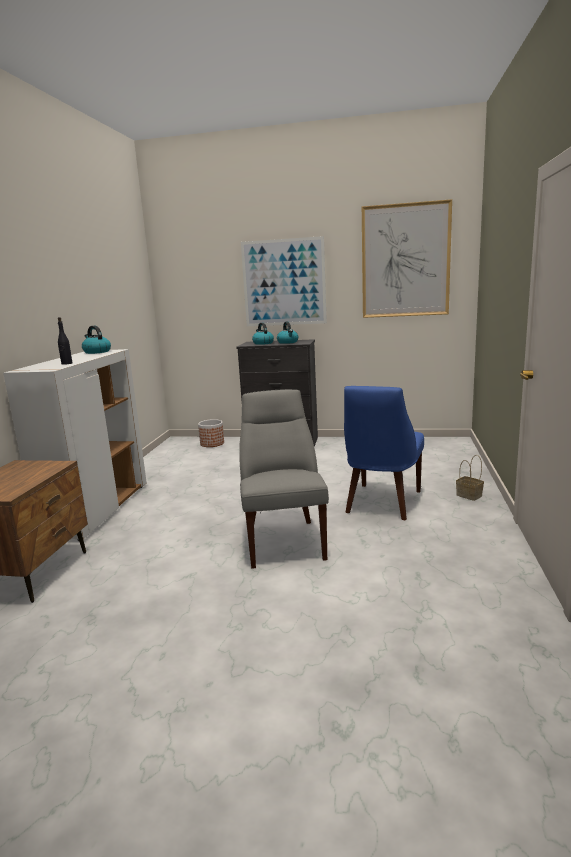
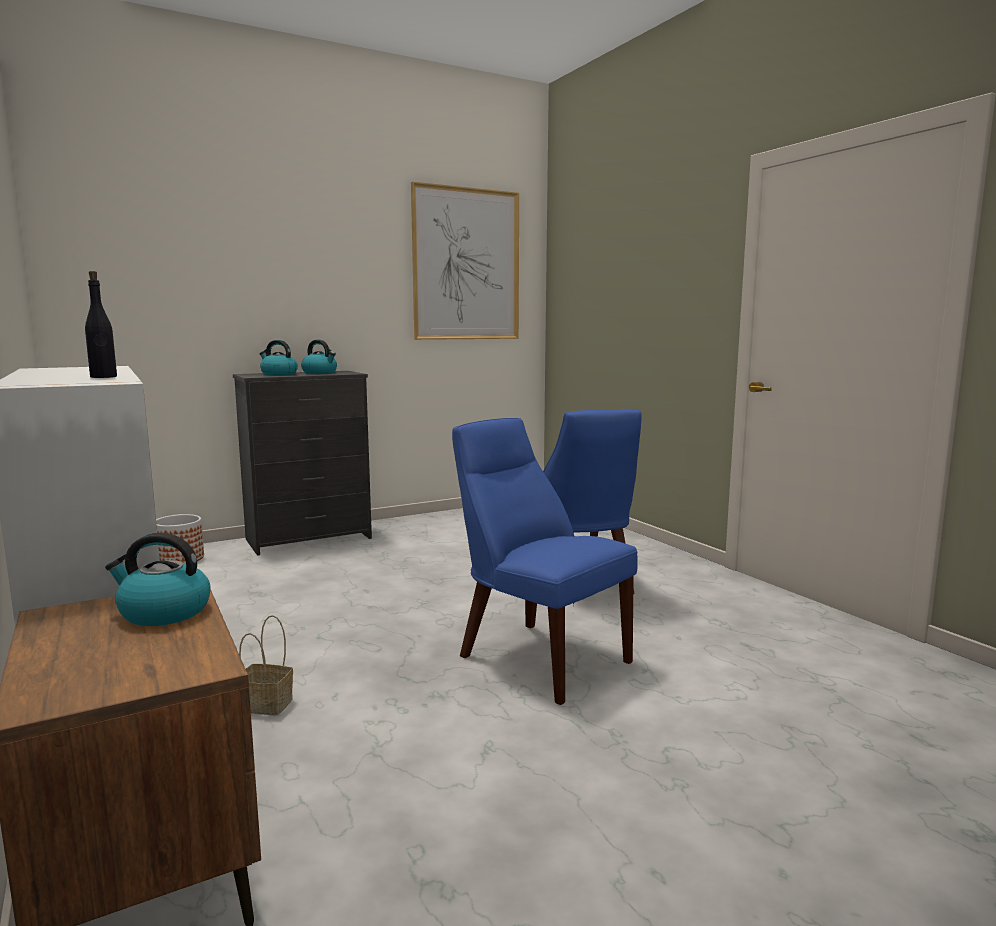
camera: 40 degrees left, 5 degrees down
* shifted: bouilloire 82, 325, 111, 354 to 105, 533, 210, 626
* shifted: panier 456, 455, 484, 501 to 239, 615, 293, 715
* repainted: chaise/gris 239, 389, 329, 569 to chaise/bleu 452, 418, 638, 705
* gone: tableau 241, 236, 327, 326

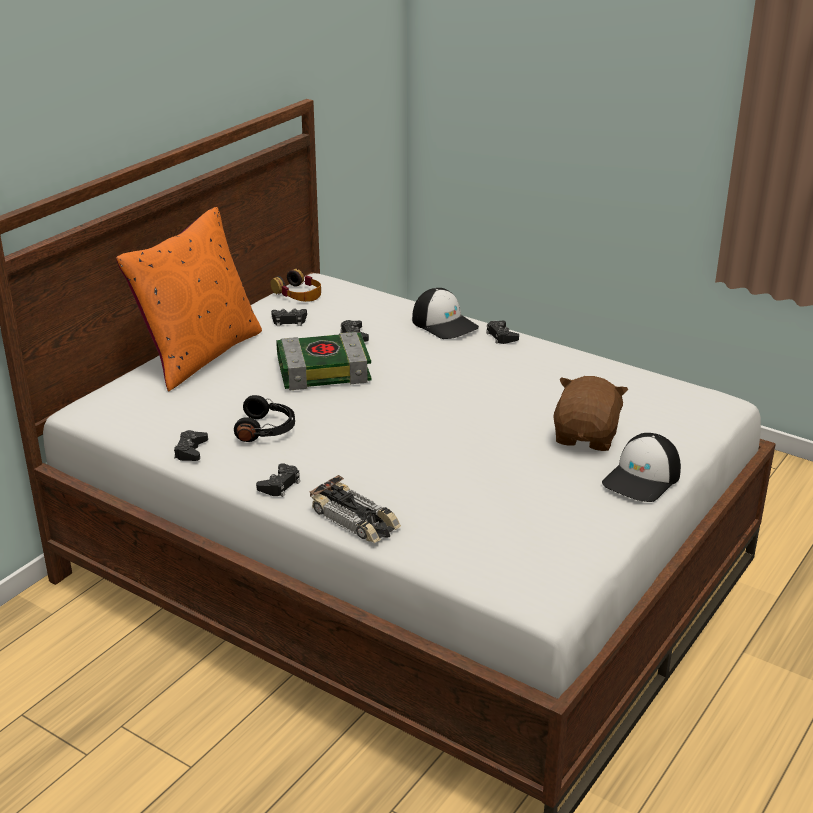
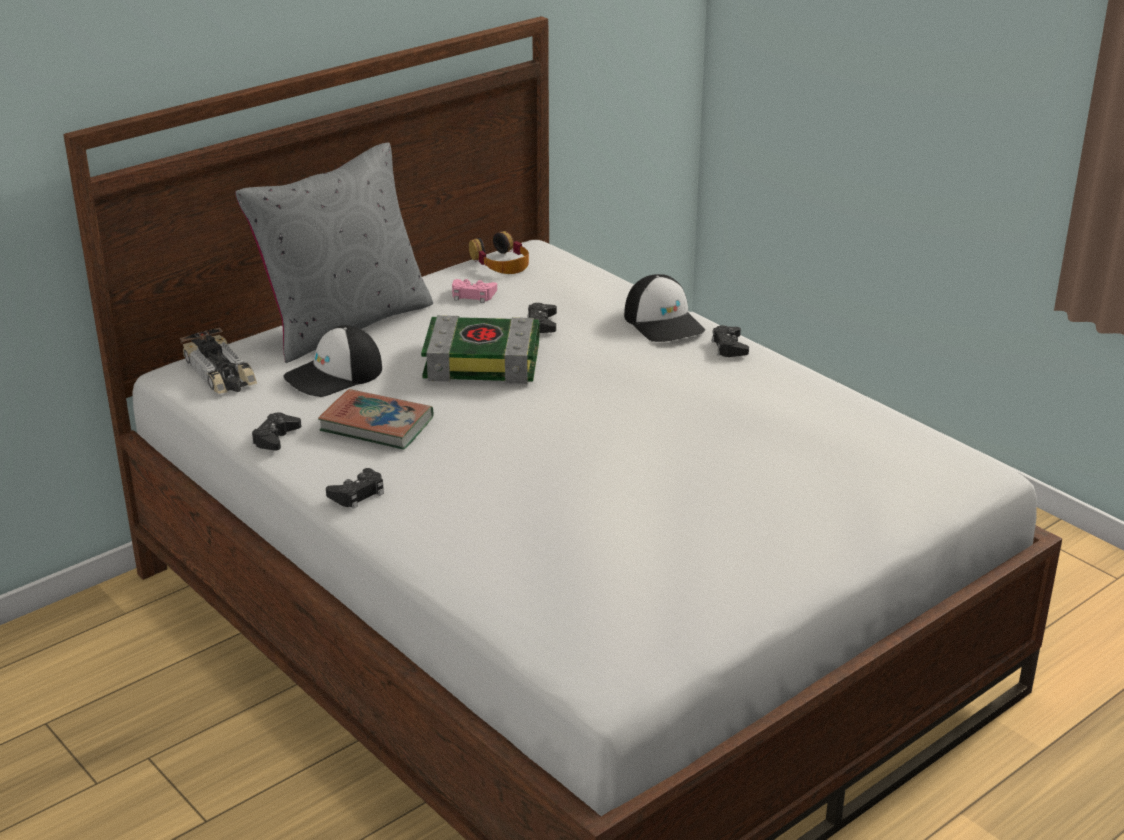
camera: 15 degrees right, 0 degrees up
* shifted: petite voiture 310, 475, 401, 543 to 180, 327, 257, 394
* repainted: coussin/orange 116, 207, 262, 391 to coussin/gris 235, 142, 433, 363
* shifted: casquette 602, 433, 681, 502 to 283, 325, 382, 397
* swapped: casque audio/noir 234, 395, 295, 442 to livre 318, 389, 433, 450
* repainted: manette/noir 271, 308, 307, 326 to manette/rose 452, 279, 497, 303
* gone: peluche/marron 553, 376, 628, 451

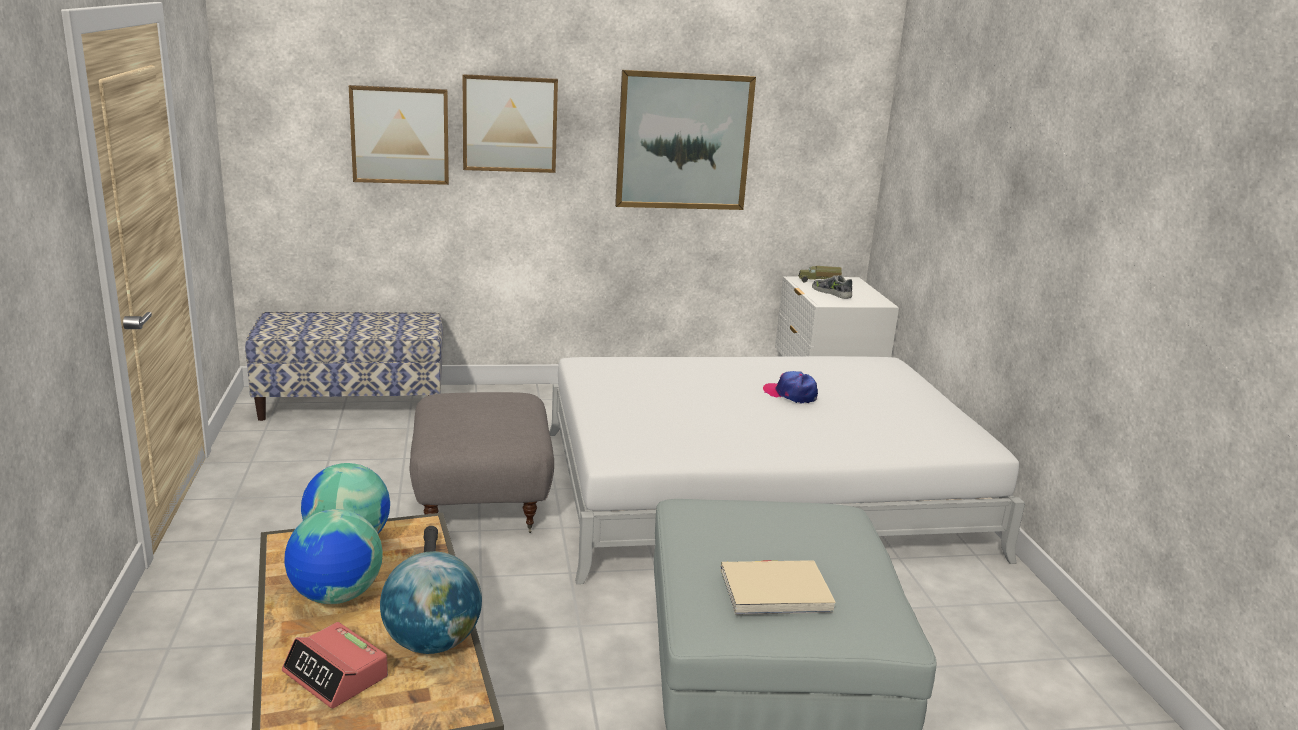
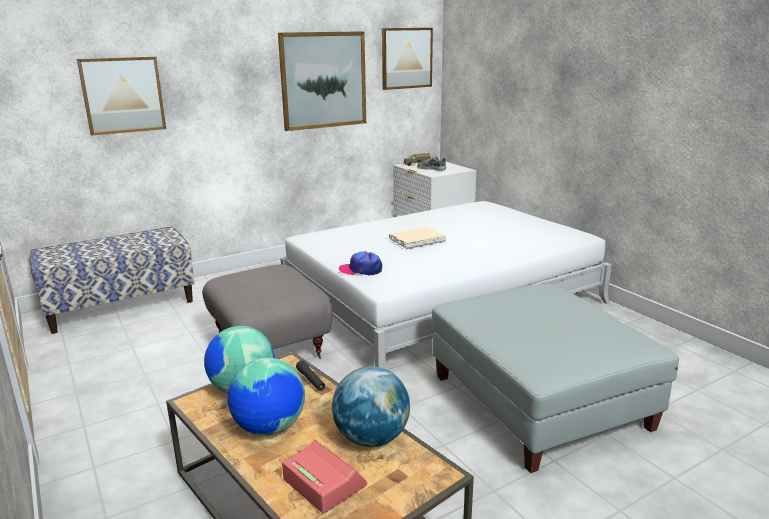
camera: 20 degrees left, 0 degrees up
* rotated: réveil 282, 622, 388, 709 = 282, 439, 367, 514 150 degrees counterclockwise
* shifted: casquette 763, 371, 818, 403 to 339, 251, 382, 276
* shifted: tableau 463, 74, 558, 173 to 382, 28, 433, 90
* shifted: livre/beige 721, 560, 836, 615 to 389, 227, 446, 249

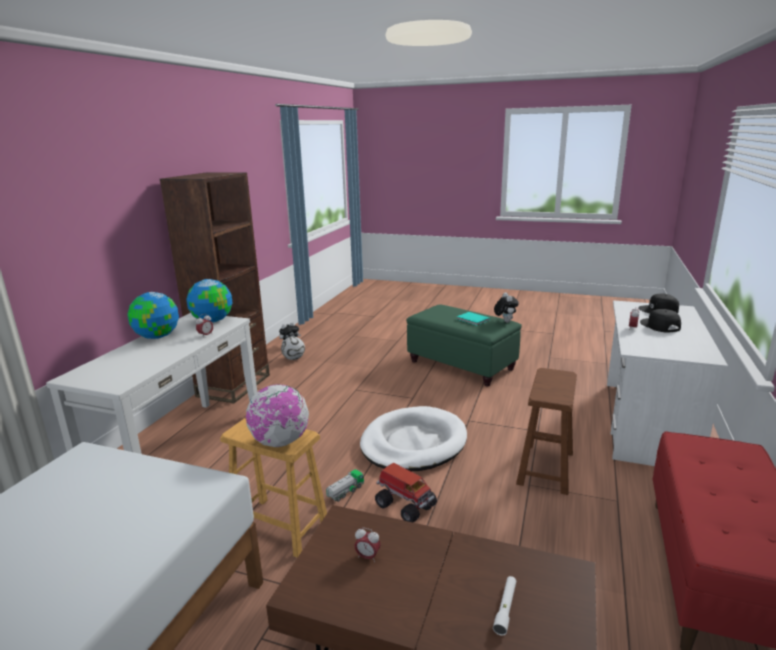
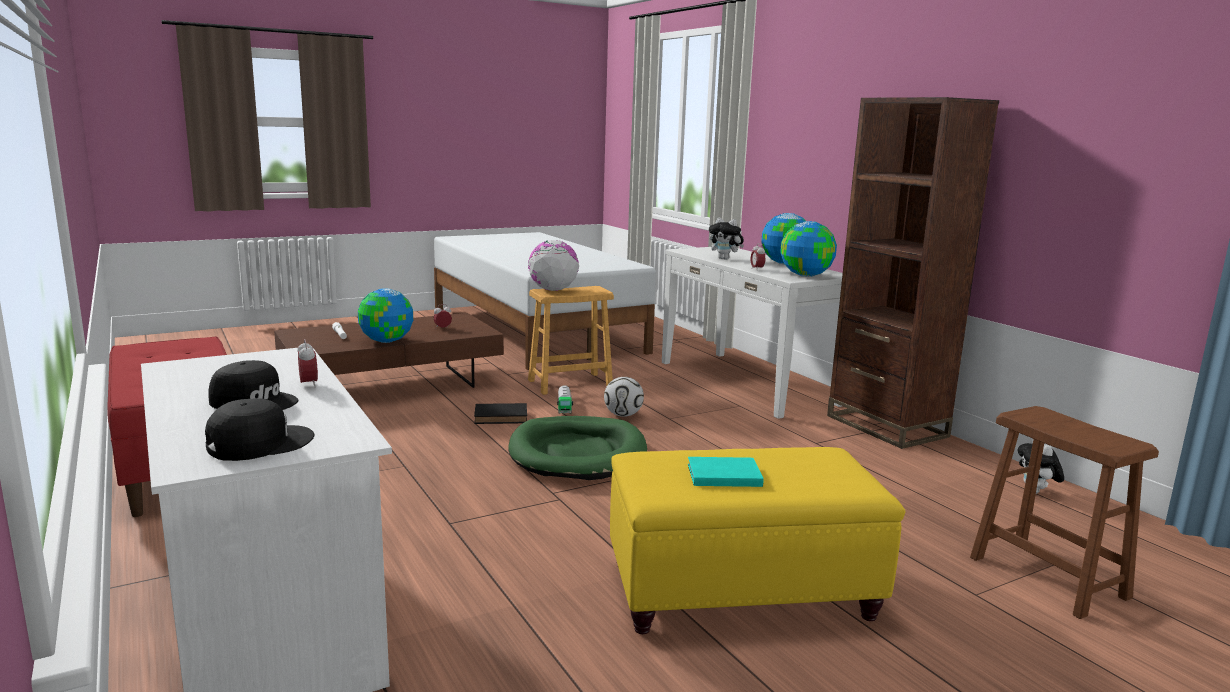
camera: 130 degrees right, 5 degrees down
* new: globe 358, 288, 413, 343
* swapped: camion jouet 375, 463, 437, 522 to livre/noir 474, 403, 527, 424
* repainted: panier pour chien/blanc 360, 406, 467, 471 to panier pour chien/vert 508, 416, 647, 480
* shifted: ballon de foot 281, 337, 305, 360 to 604, 377, 644, 417
* repainted: pouf/vert 406, 304, 522, 386 to pouf/jaune 610, 447, 905, 634
* shifted: peluche 494, 292, 519, 323 to 709, 218, 744, 259
* shifted: tabouret/marron 516, 368, 577, 495 to 970, 406, 1159, 619

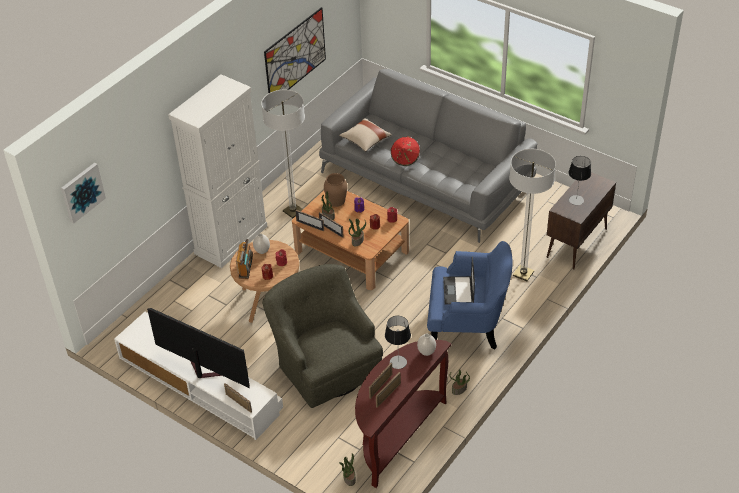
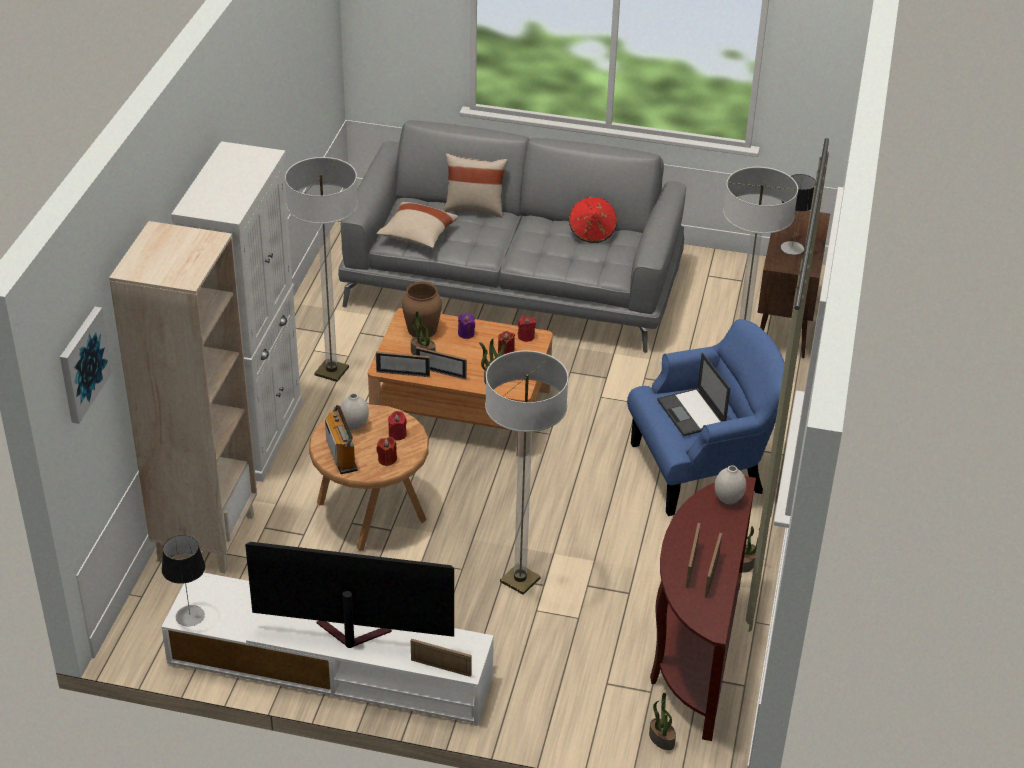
camera: 25 degrees left, 5 degrees down
* new: bibliothèque/beige 109, 221, 257, 573
* shifted: lampe de table 385, 316, 411, 369 to 162, 535, 205, 626
* new: coussin/beige 443, 153, 508, 218
* swapped: fauteuil/vert 262, 264, 383, 408 to lampadaire 485, 351, 569, 595
* shifted: chapeau/rouge 391, 136, 420, 166 to 569, 197, 617, 243
* gone: tableau 264, 7, 326, 94

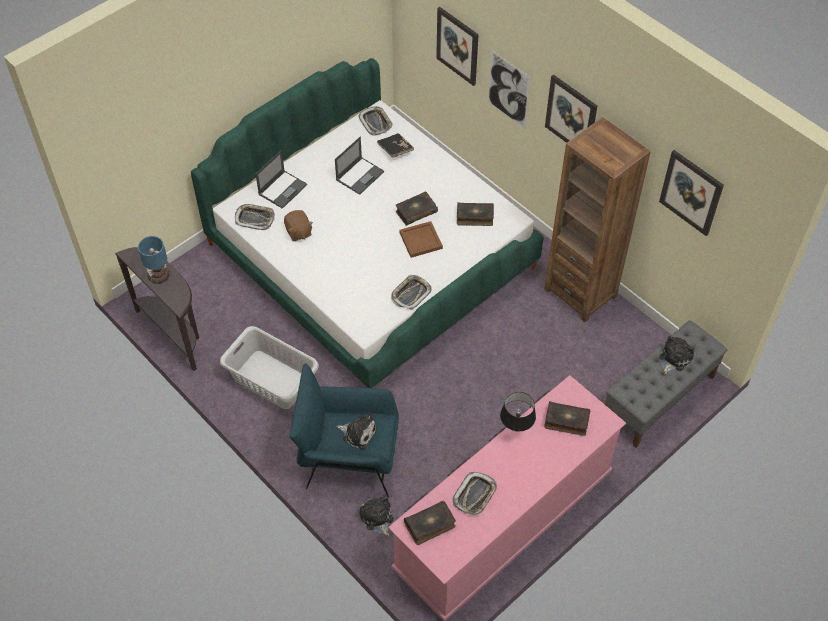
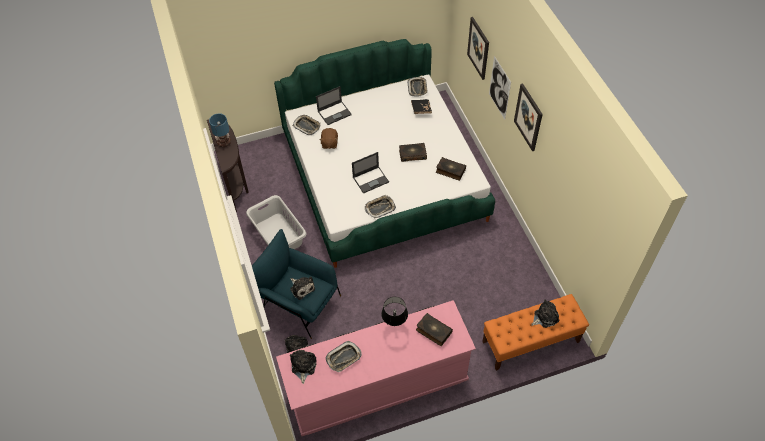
camera: 25 degrees right, 0 degrees up
* swapped: livre 404, 501, 456, 545 to peluche 290, 350, 317, 384
* shifted: ordinateur portable 335, 137, 384, 195 to 352, 152, 389, 194
* repainted: banc/gris 605, 320, 727, 448 to banc/orange 482, 294, 589, 371
* gone: plateau/marron 399, 221, 443, 258
* gone: bibliothèque/marron 544, 117, 651, 322
* gone: tableau 659, 150, 724, 236

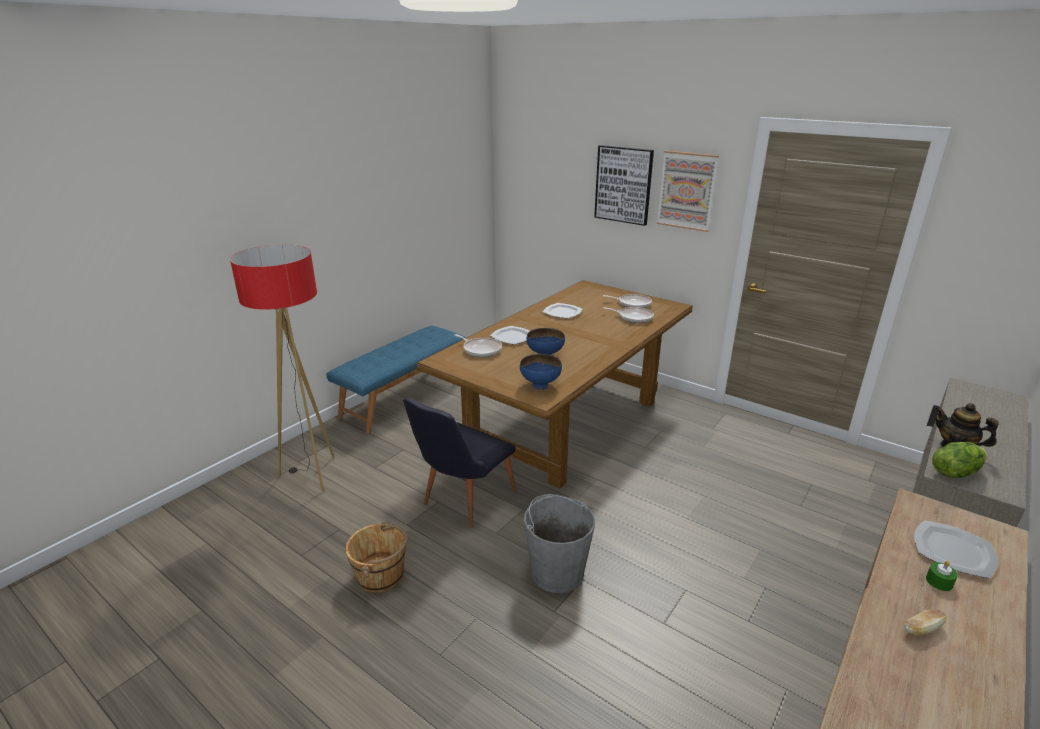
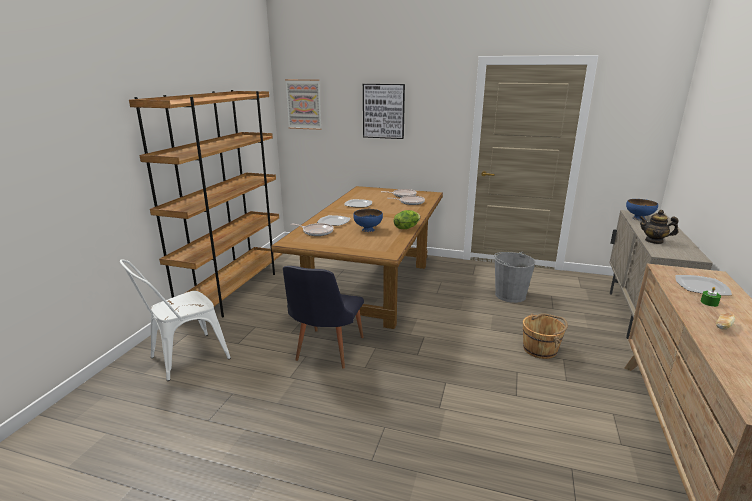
camera: 20 degrees left, 5 degrees down
* swapped: lampadaire 230, 245, 335, 491 to chaise/blanc 120, 260, 231, 381
* swapped: banc/bleu 326, 326, 466, 433 to bibliothèque/marron 129, 90, 282, 317
* shifted: tableau 656, 151, 719, 232 to 285, 79, 322, 130
* shifted: laitue 932, 442, 987, 478 to 394, 210, 420, 229
* shifted: seau/gris 524, 494, 595, 593 to 494, 252, 536, 303
* shifted: seau/marron 346, 521, 408, 593 to 523, 313, 568, 359
* shifted: bol/bleu 520, 354, 562, 390 to 626, 199, 658, 220

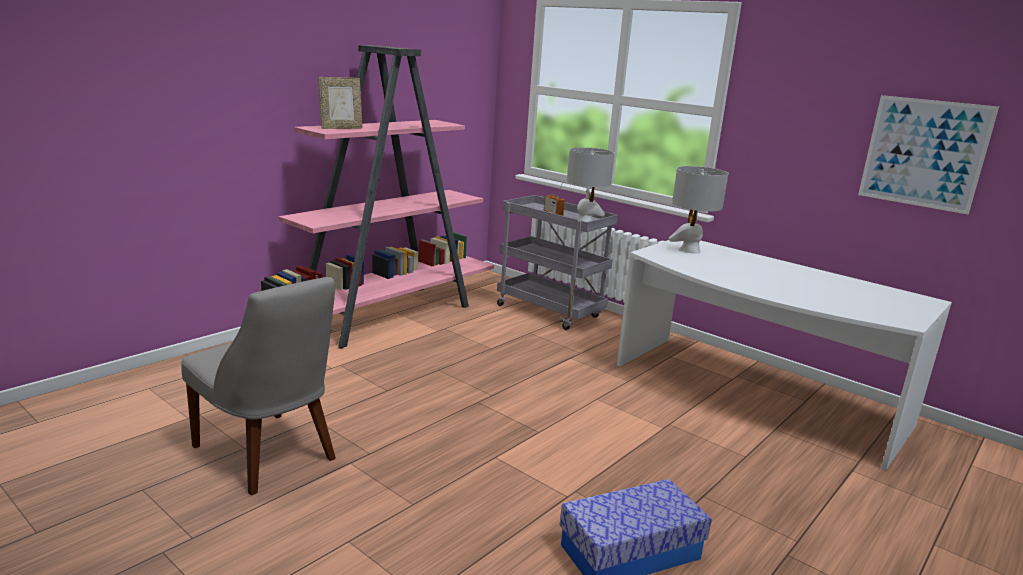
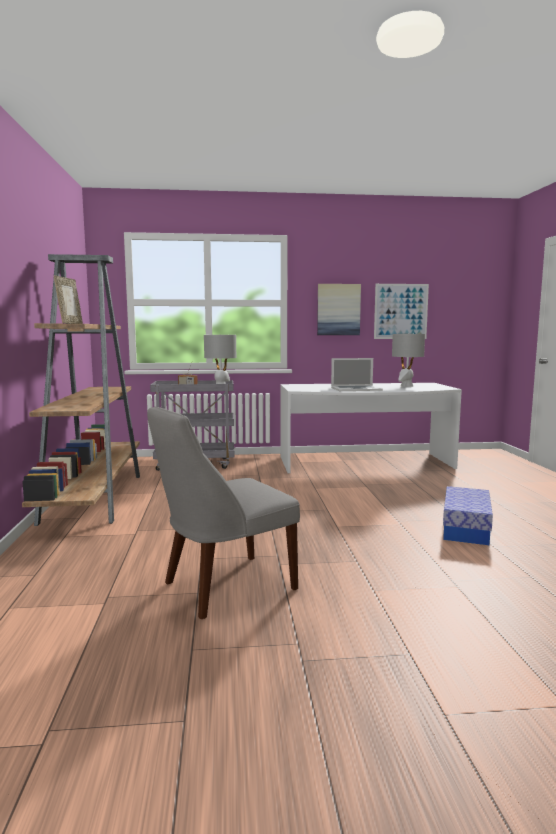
camera: 45 degrees left, 10 degrees down
* repainted: bibliothèque/rose 261, 45, 494, 349 to bibliothèque/marron 22, 254, 140, 526
* rotated: chaise/gris 181, 277, 336, 495 = 147, 406, 300, 619 150 degrees clockwise
* new: tableau 317, 284, 361, 335
* new: ordinateur portable 331, 358, 383, 391
* shifted: lampe de table/gris 669, 166, 729, 254 to 392, 333, 425, 387

